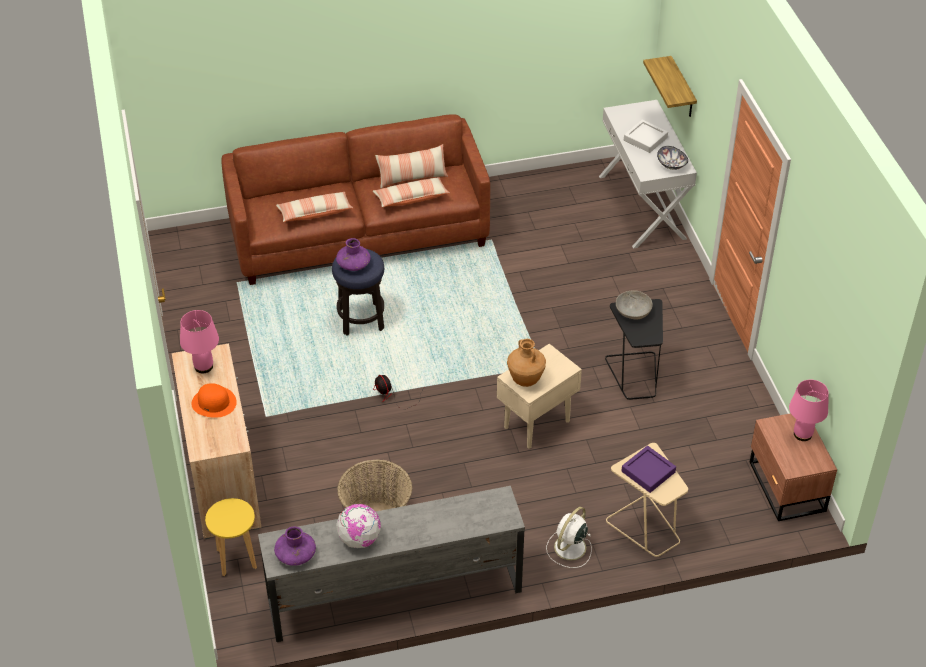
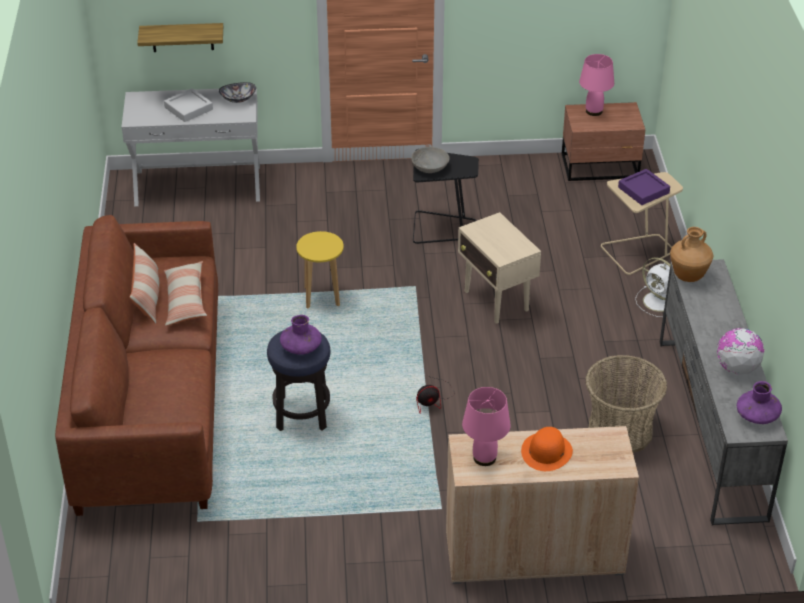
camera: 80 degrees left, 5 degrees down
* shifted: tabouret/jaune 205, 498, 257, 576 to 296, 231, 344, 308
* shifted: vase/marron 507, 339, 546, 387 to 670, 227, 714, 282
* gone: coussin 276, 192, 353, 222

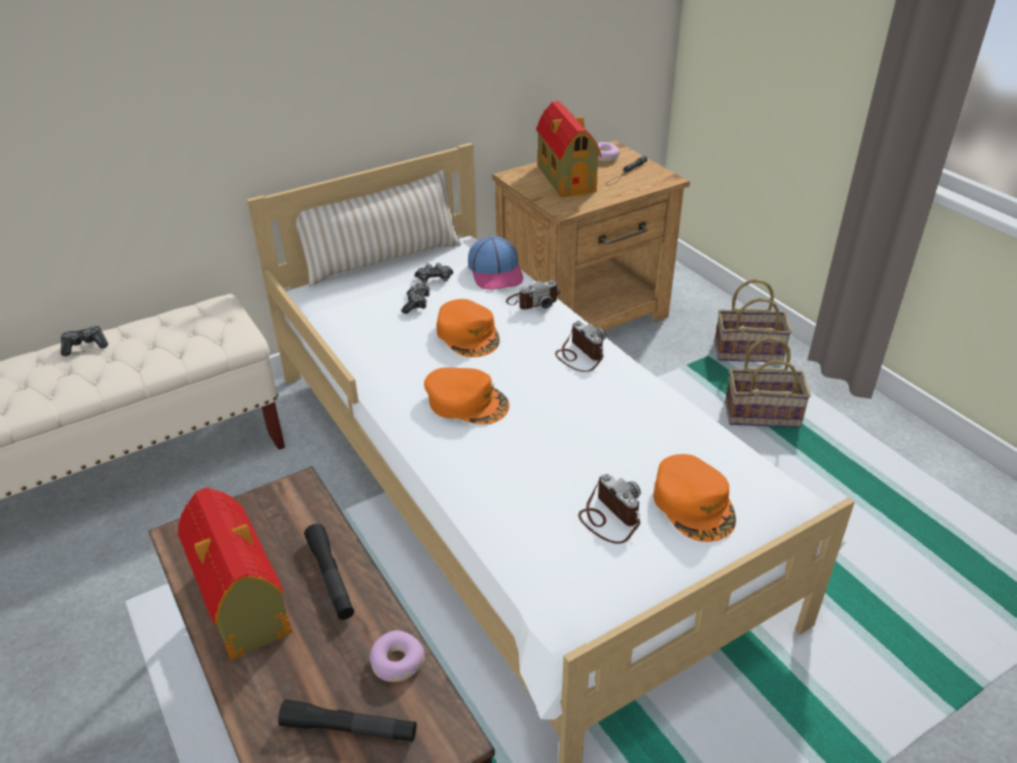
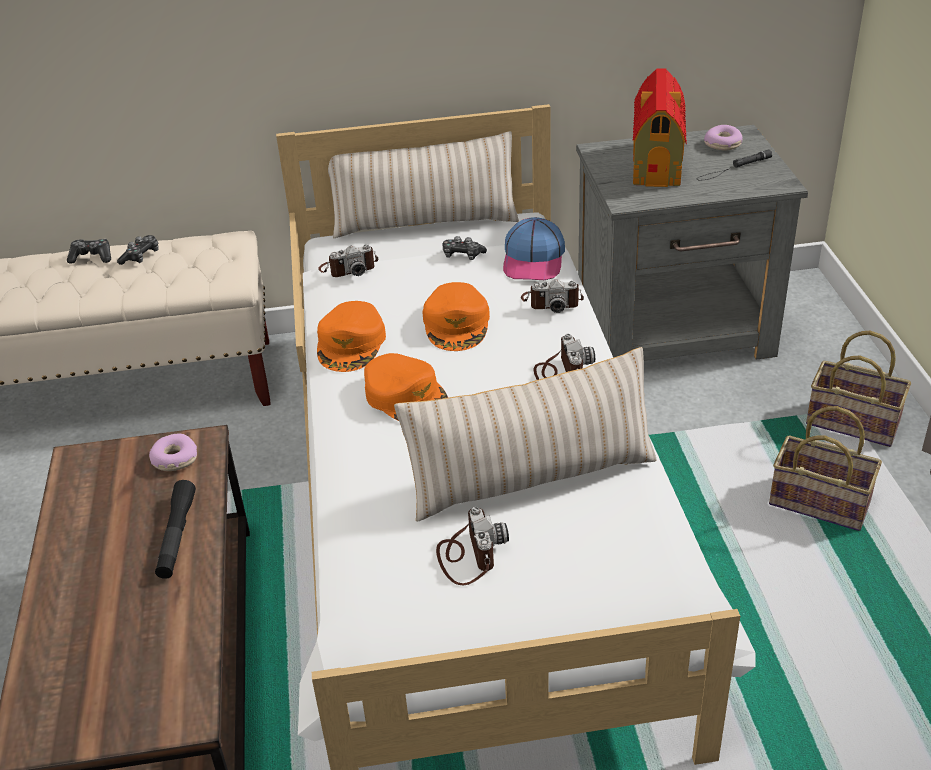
camera: 25 degrees right, 0 degrees up
* shifted: manette 401, 283, 430, 314 to 117, 235, 159, 265
* shifted: beignet 370, 630, 425, 682 to 149, 434, 197, 471
* shifted: casquette/orange 653, 454, 736, 542 to 317, 301, 386, 372
* new: appareil photo 318, 244, 378, 277
* new: coussin/beige 394, 347, 657, 522
* repainted: table de chevet/marron 492, 141, 690, 331 to table de chevet/gris 576, 125, 808, 361
* gone: maison miniature 178, 487, 292, 660
* gone: lampe de poche/noir 278, 699, 417, 742

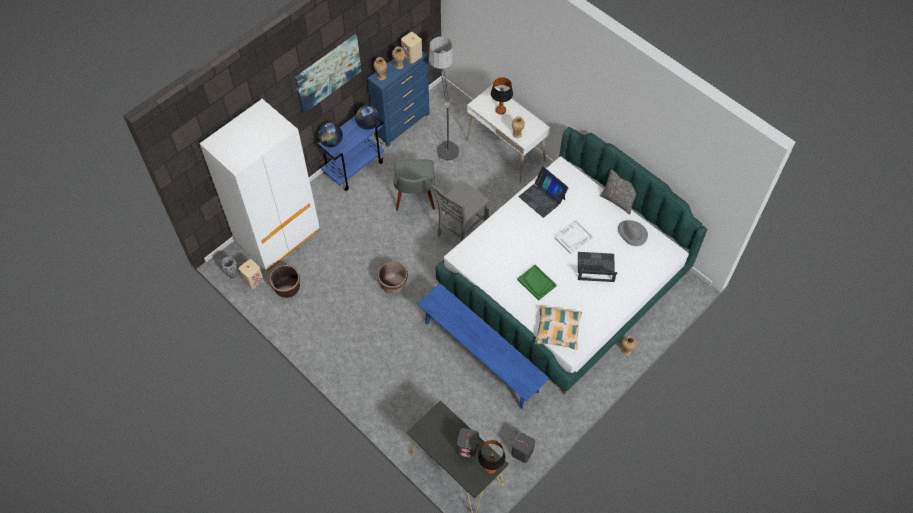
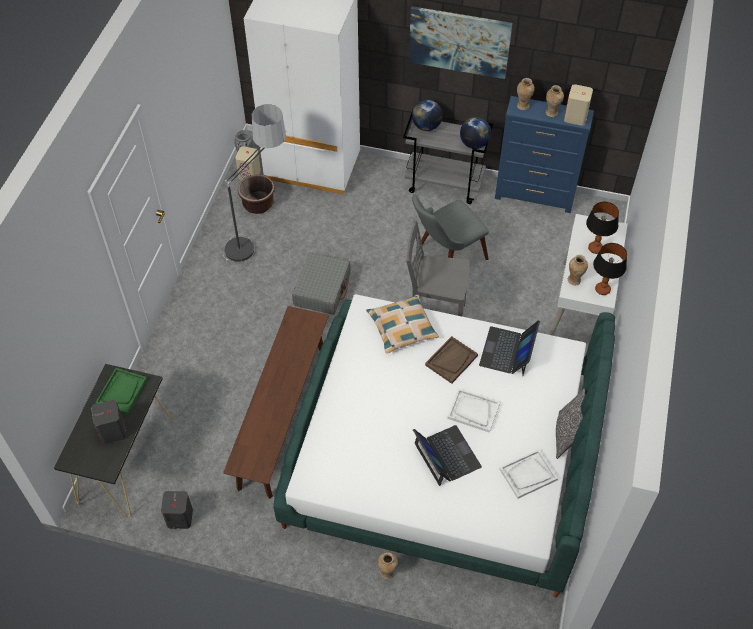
camera: 60 degrees right, 5 degrees down
* shifted: plateau/vert 517, 265, 557, 301 to 95, 368, 147, 415
* shifted: lampadaire 429, 37, 459, 162 to 223, 104, 286, 262
* repainted: banc/bleu 417, 283, 549, 409 to banc/marron 223, 306, 329, 499
* swapped: cache-pot/marron 378, 261, 408, 294 to valise/gris 292, 252, 351, 315
* shifted: coussin 534, 306, 582, 350 to 366, 295, 439, 353
* repainted: chariot/bleu 313, 105, 384, 191 to chariot/gris 403, 110, 493, 204
* new: plateau/marron 425, 336, 478, 384
* swapped: chapeau/gris 618, 220, 648, 246 to plateau/blanc 499, 449, 558, 499
* shifted: lampe de table 478, 440, 506, 474 to 593, 243, 627, 295

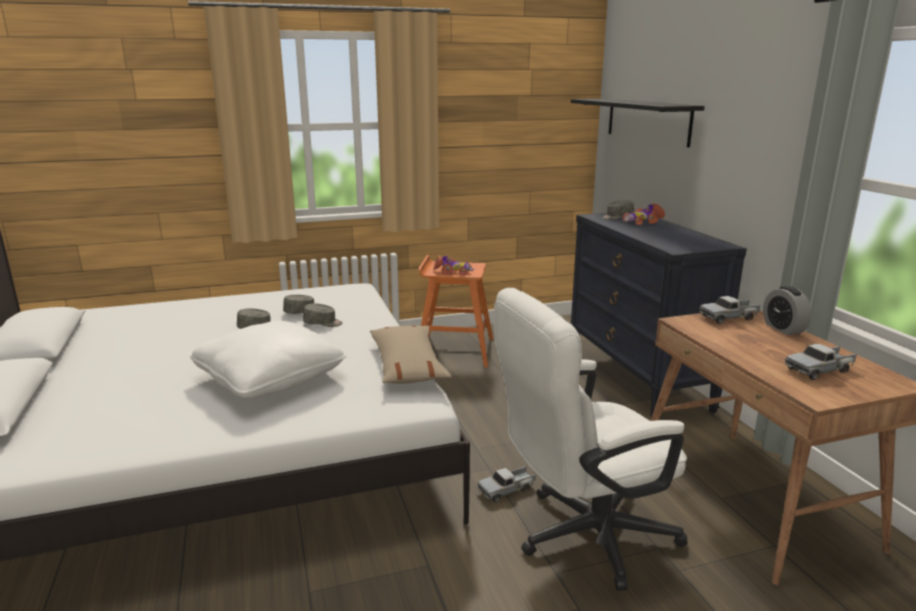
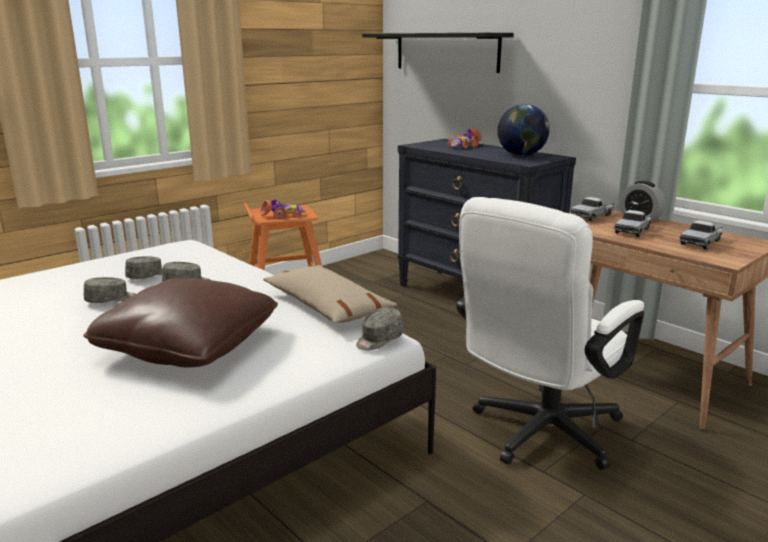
camera: 25 degrees left, 0 degrees up
* repainted: coussin/blanc 190, 320, 346, 398 to coussin/marron 84, 278, 278, 368
* shifted: casquette/gris 602, 200, 634, 220 to 356, 307, 404, 350
* new: globe 497, 104, 550, 156
* shifted: camion jouet 478, 466, 535, 503 to 614, 210, 651, 237

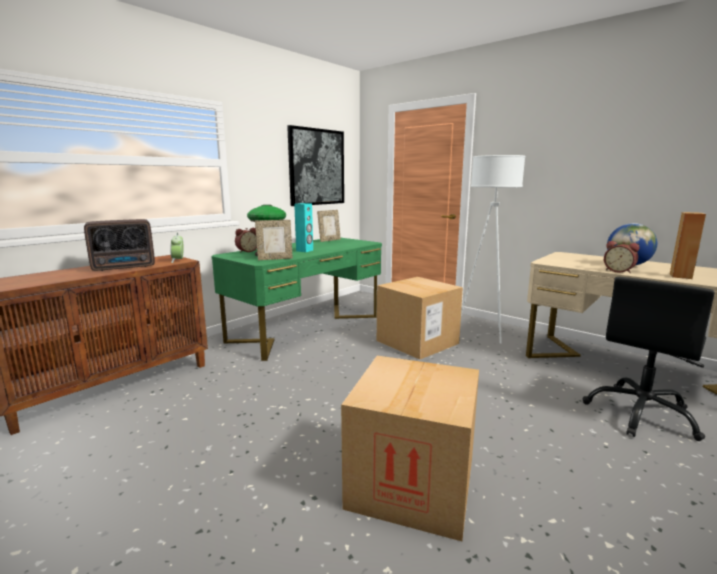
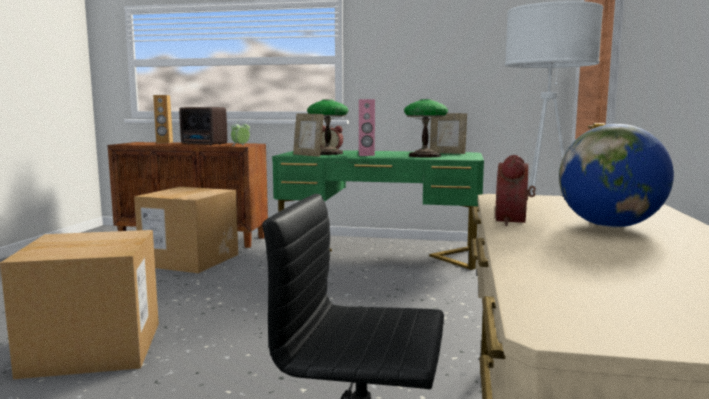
camera: 60 degrees right, 5 degrees down
* shifted: carton 377, 277, 463, 360 to 134, 187, 238, 273
* shifted: enceinte/marron 670, 212, 706, 279 to 153, 95, 173, 143
* repainted: enceinte/turquoise 294, 203, 313, 252 to enceinte/rose 359, 99, 375, 156
* new: lampe de table 404, 99, 448, 158
* gone: tableau 287, 125, 344, 206

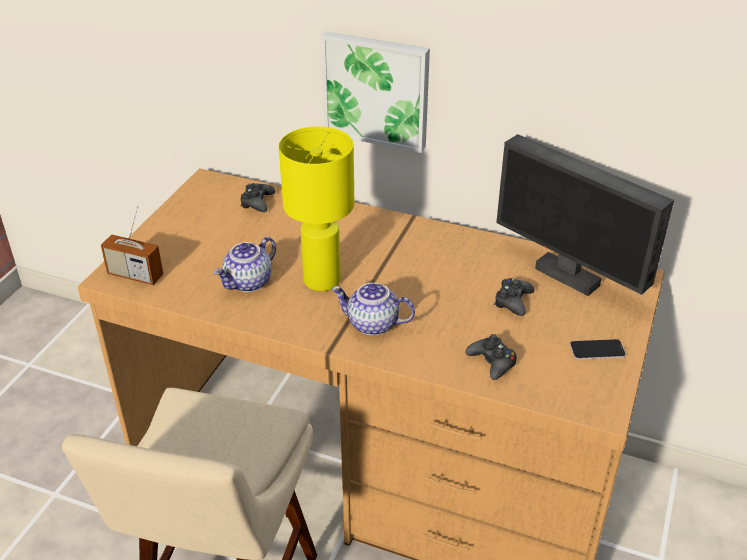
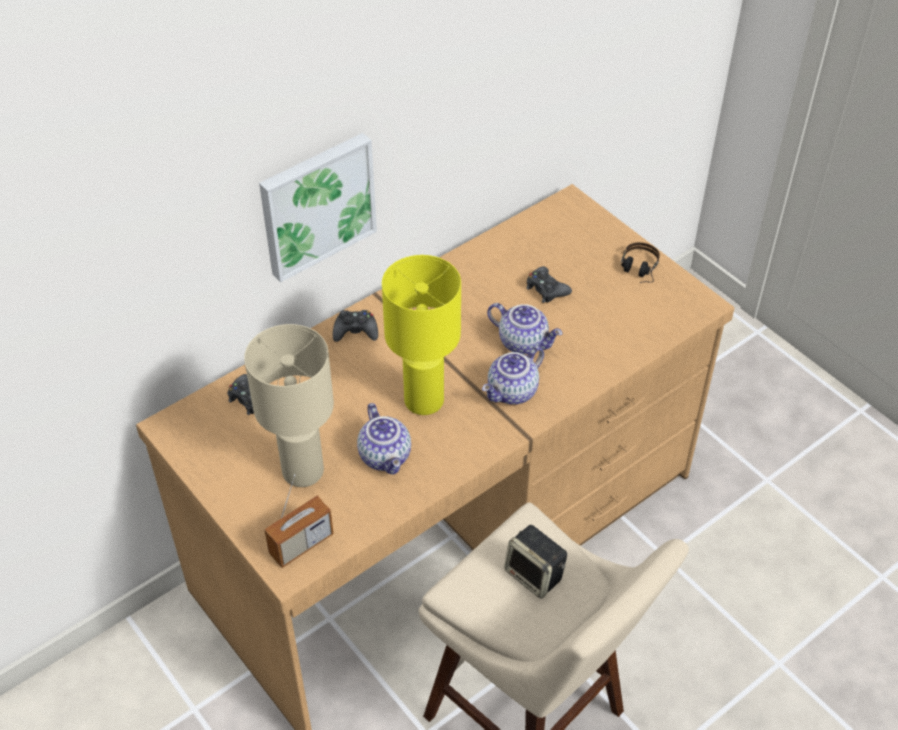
camera: 60 degrees left, 10 degrees up
* new: lampe de table/beige 244, 324, 334, 487
* shifted: manette/noir 465, 334, 517, 380 to 333, 310, 378, 342
* new: théière 487, 303, 562, 354
* new: enceinte 504, 525, 567, 599
* swapped: téléphone 570, 339, 626, 360 to casque audio 621, 242, 660, 283
* gone: écran d'ordinateur 496, 134, 674, 296

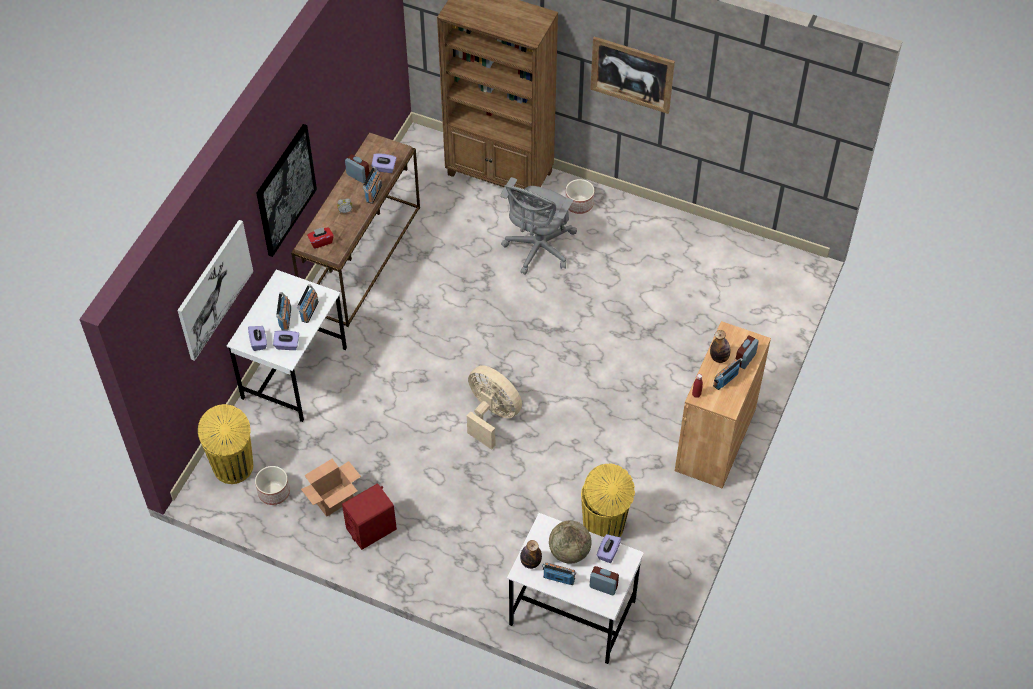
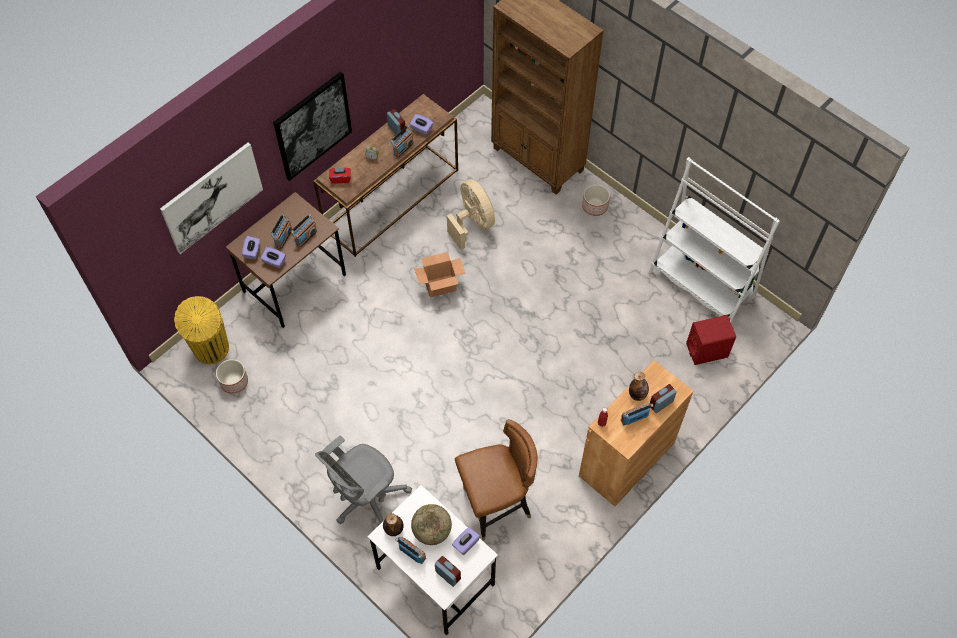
camera: 20 degrees right, 5 degrees up
* repainted: bureau/blanc 227, 270, 347, 422 to bureau/marron 226, 192, 346, 328
* shifted: chaise de bureau/gris 500, 177, 577, 275 to 315, 436, 412, 527
* shifted: carton 301, 459, 361, 516 to 414, 252, 465, 297
* shifted: ventilateur/beige 467, 365, 522, 450 to 447, 179, 495, 250
* swapped: poubelle/jaune 581, 463, 635, 537 to chaise/marron 455, 419, 537, 541
* new: bibliothèque/blanc 649, 157, 780, 323
* shifted: enceinte/rouge 342, 483, 397, 550 to 686, 315, 736, 365
* gone: tableau 590, 37, 675, 114

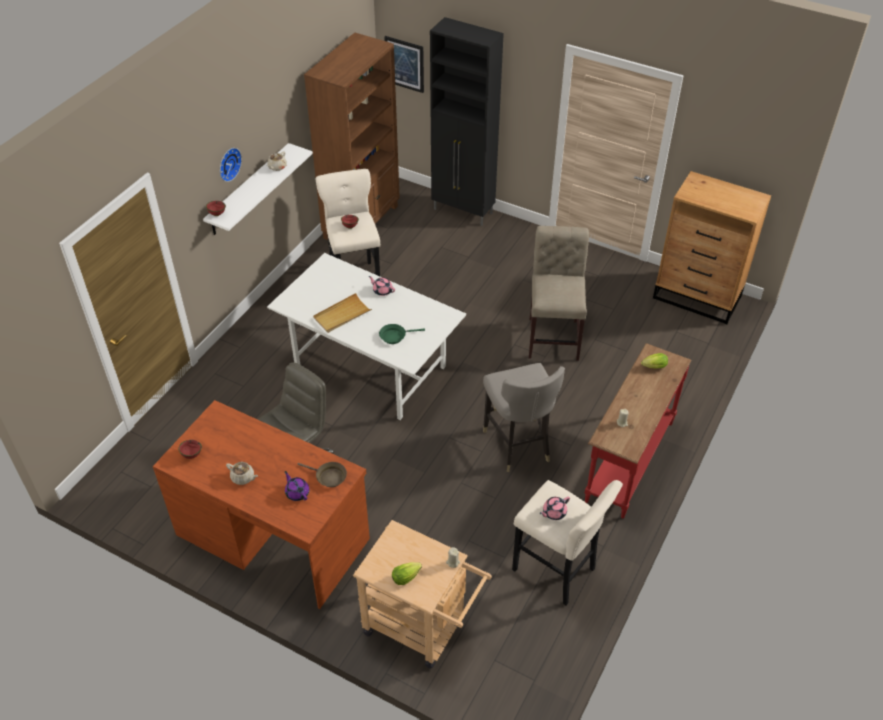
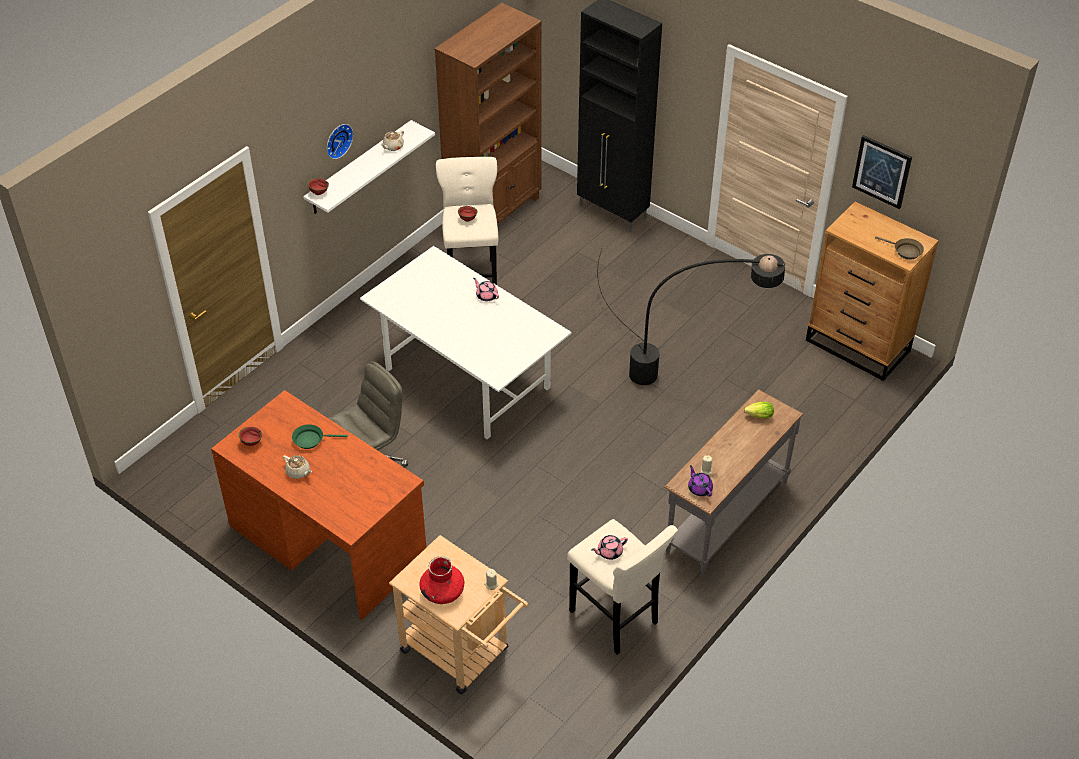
camera: 10 degrees right, 0 degrees up
* shifted: poêle/vert 379, 324, 425, 344 to 292, 424, 347, 449
* swapped: laitue 392, 562, 422, 585 to vase/rouge 419, 556, 464, 604
* swapped: chaise/beige 529, 226, 589, 361 to lampadaire/noir 597, 249, 785, 385
* repainted: table console/rouge 585, 343, 691, 519 to table console/gris 664, 389, 803, 576
* shifted: théière/violet 285, 471, 309, 501 to 688, 465, 713, 497
* shifted: tableau 384, 36, 424, 93 to 852, 135, 912, 209
* shifted: poêle/marron 298, 462, 347, 487 to 875, 236, 924, 260
* gone: plateau/beige 313, 293, 372, 333
* gone: tabouret/gris 483, 363, 565, 472

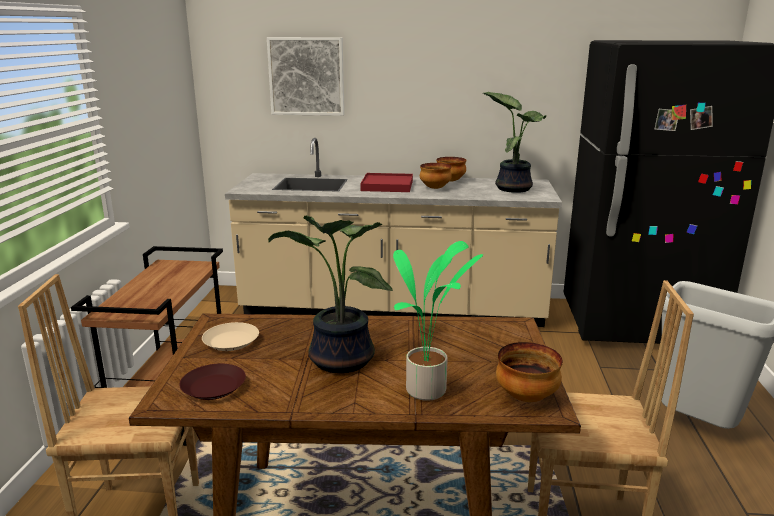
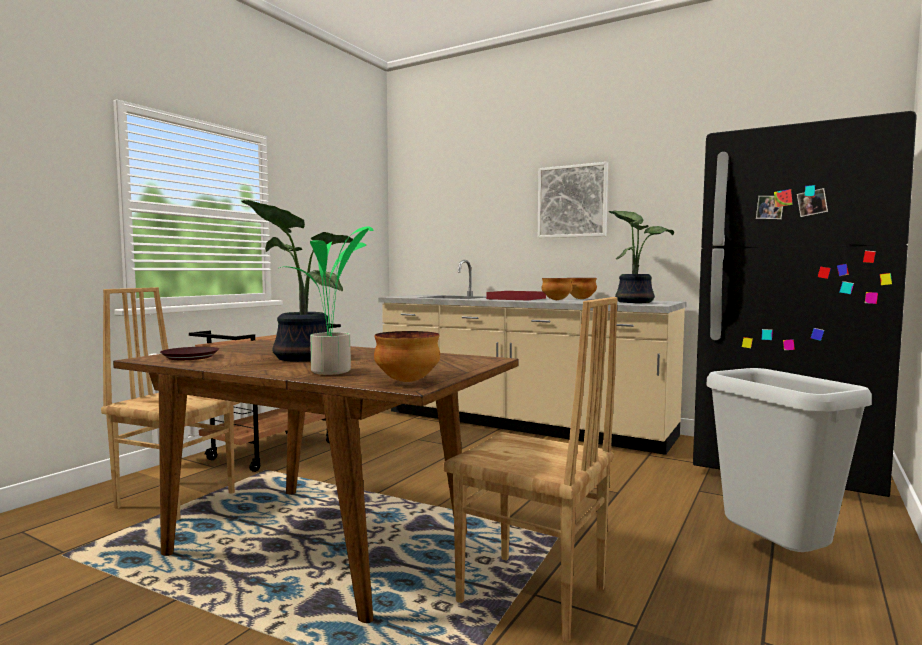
camera: 25 degrees right, 15 degrees down
* shifted: tableau 267, 37, 344, 116 to 538, 162, 608, 238
* gone: assiette/beige 202, 322, 259, 351

